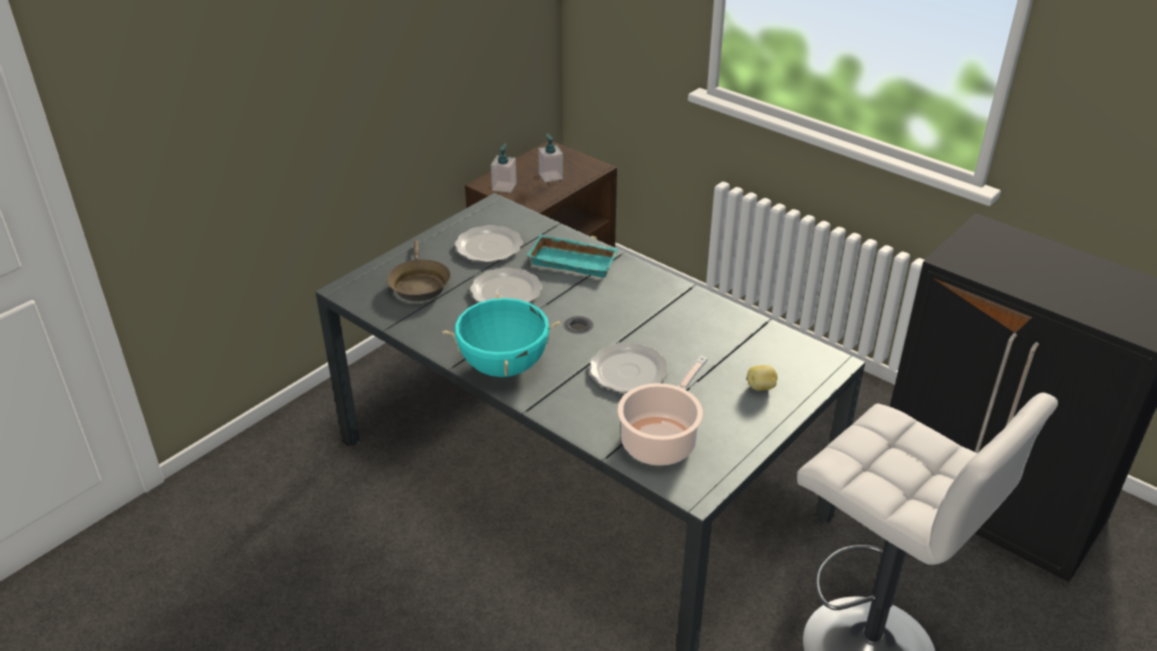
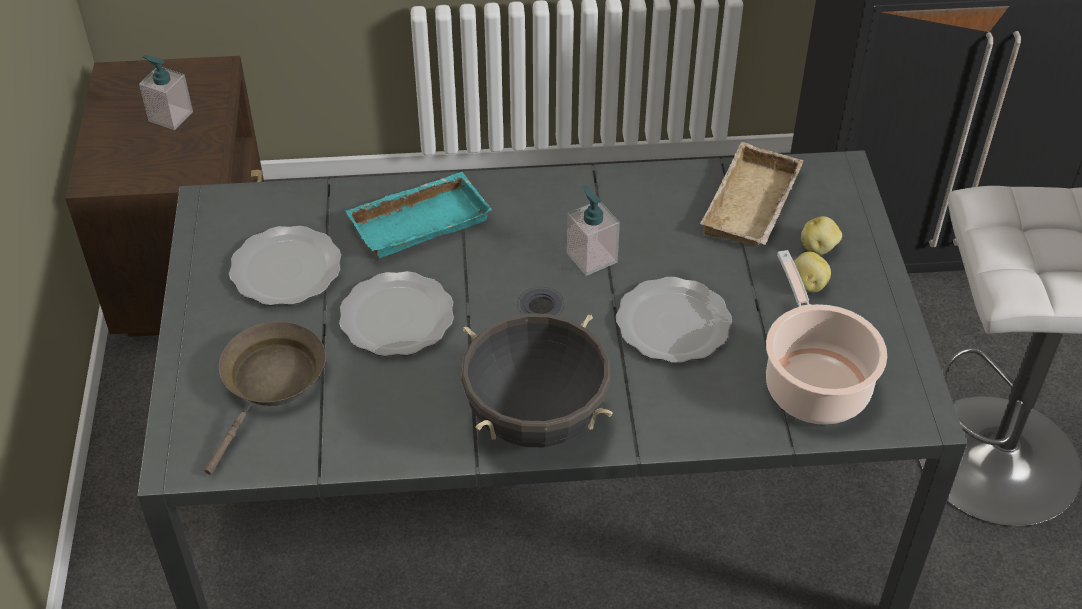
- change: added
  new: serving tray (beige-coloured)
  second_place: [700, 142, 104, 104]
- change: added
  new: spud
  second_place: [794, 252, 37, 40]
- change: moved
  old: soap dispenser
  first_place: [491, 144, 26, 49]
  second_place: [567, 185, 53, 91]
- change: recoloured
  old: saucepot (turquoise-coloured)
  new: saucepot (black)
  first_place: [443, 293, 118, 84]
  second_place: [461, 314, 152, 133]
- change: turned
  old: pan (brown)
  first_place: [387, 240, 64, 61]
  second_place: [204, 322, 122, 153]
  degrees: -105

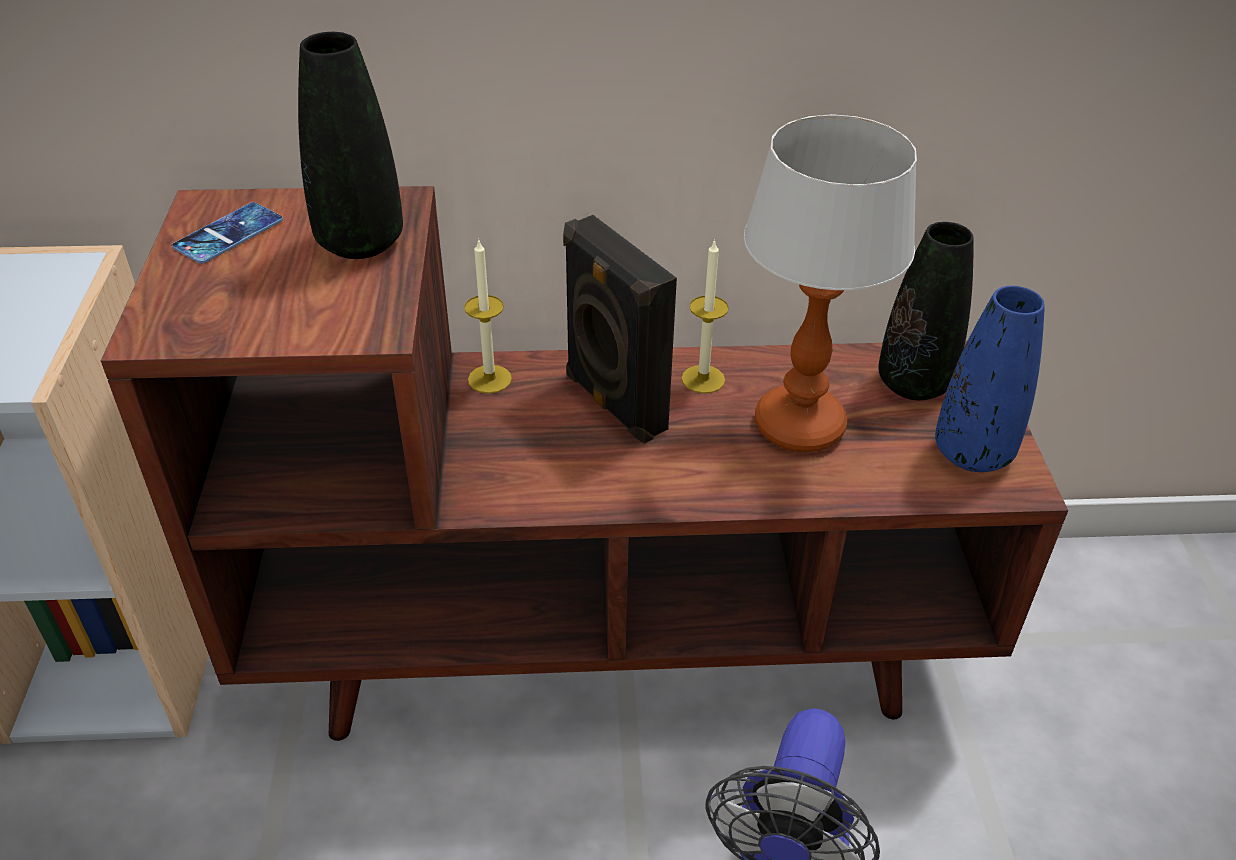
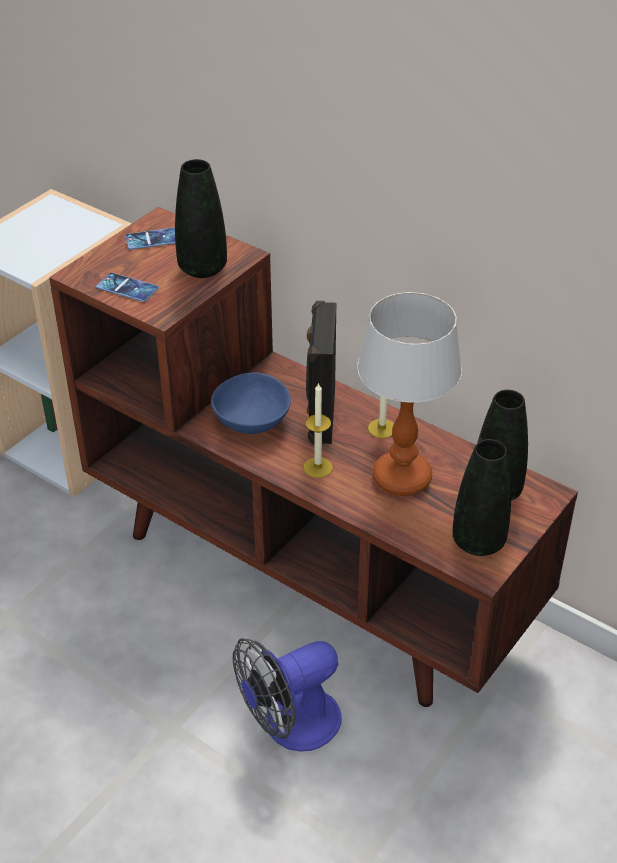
- change: added
  new: telephone
  second_place: [96, 273, 63, 29]
- change: added
  new: bowl (blue)
  second_place: [211, 372, 80, 62]
- change: moved
  old: candle
  first_place: [464, 238, 48, 156]
  second_place: [303, 382, 30, 96]
- change: recoloured
  old: vase (blue)
  new: vase (black)
  first_place: [935, 286, 110, 186]
  second_place: [452, 439, 59, 117]

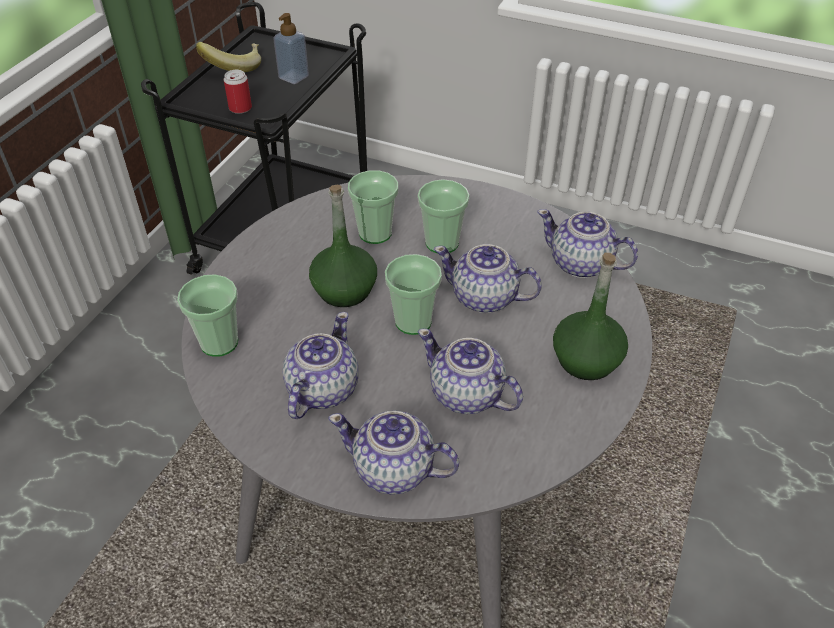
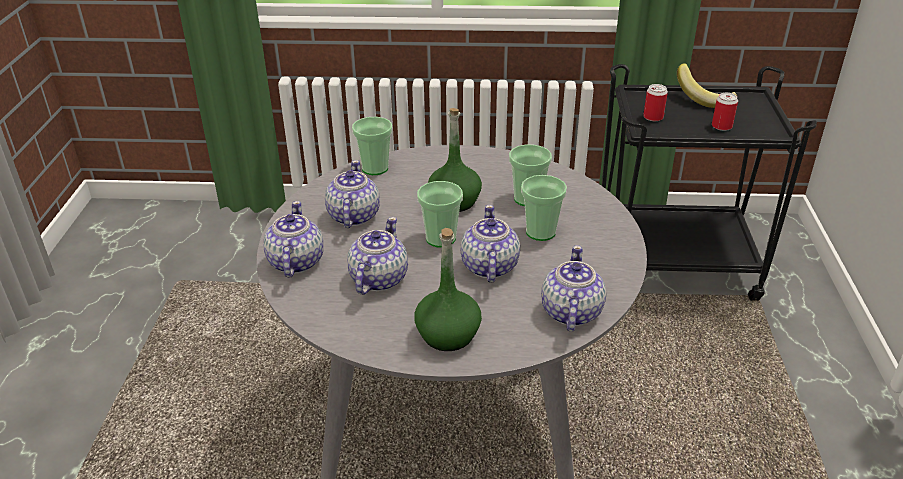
- change: replaced
  old: soap dispenser
  new: sealed can
  first_place: [273, 13, 36, 71]
  second_place: [712, 93, 26, 38]
- change: turned
  old: tea pot
  first_place: [283, 312, 75, 107]
  second_place: [325, 160, 55, 68]
  degrees: -90

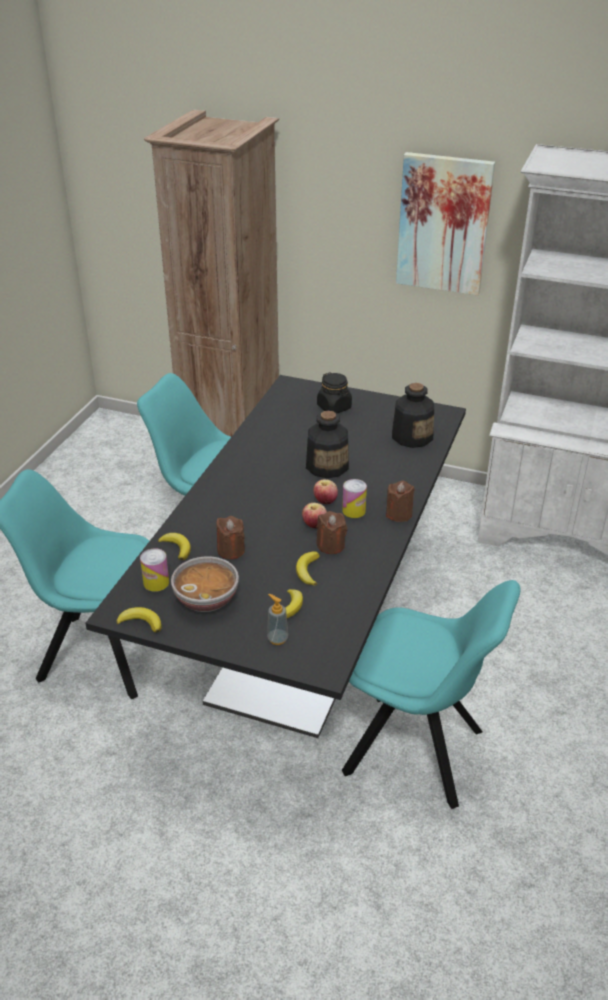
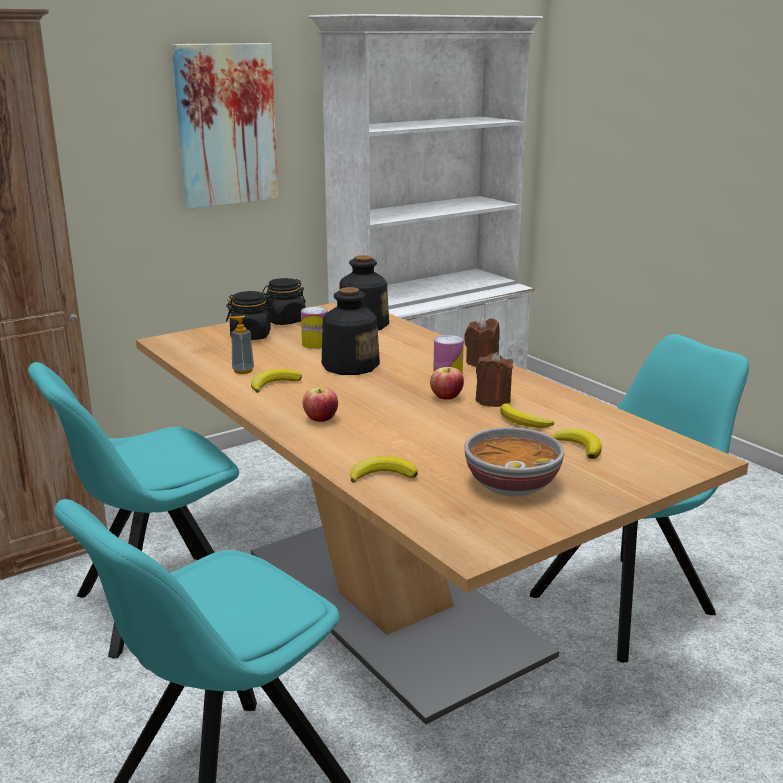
- change: removed
  old: candle (brown)
  first_place: [216, 516, 29, 43]
- change: added
  new: preserve jar (black)
  second_place: [262, 278, 44, 47]
- change: moved
  old: banana fruit
  first_place: [116, 607, 46, 26]
  second_place: [251, 369, 51, 24]
- change: moved
  old: sealed can
  first_place: [140, 548, 29, 44]
  second_place: [301, 307, 27, 42]
- change: moved
  old: soap dispenser
  first_place: [267, 594, 21, 51]
  second_place: [228, 316, 26, 58]
- change: moved
  old: apple
  first_place: [313, 479, 25, 25]
  second_place: [302, 387, 36, 35]
- change: recoloured
  old: dining table (black)
  new: dining table (beige-coloured)
  first_place: [85, 375, 381, 363]
  second_place: [136, 302, 613, 422]

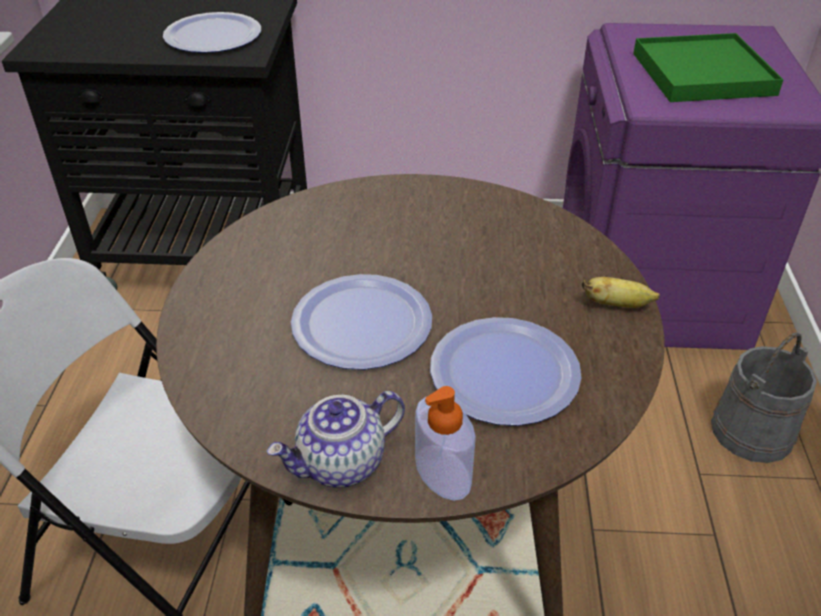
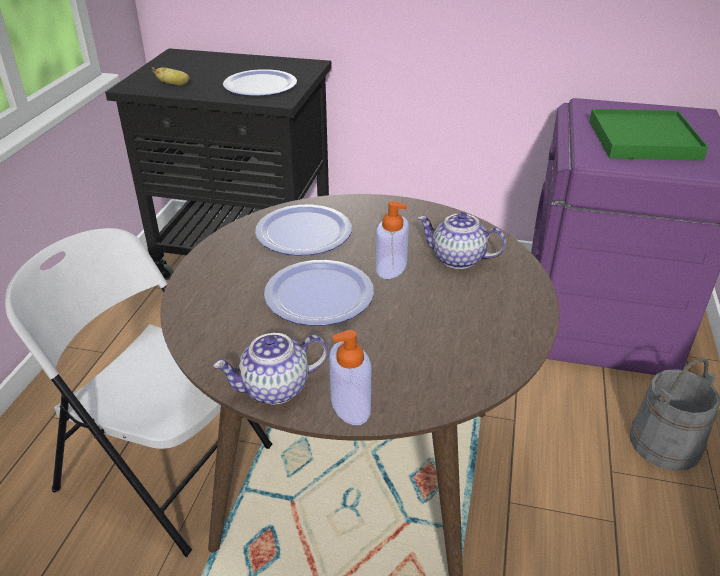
- change: added
  new: soap dispenser
  second_place: [376, 201, 33, 78]
- change: added
  new: tea pot
  second_place: [418, 212, 88, 57]
- change: moved
  old: dinner plate
  first_place: [430, 317, 152, 109]
  second_place: [255, 205, 97, 50]
- change: moved
  old: banana fruit
  first_place: [582, 277, 78, 31]
  second_place: [152, 67, 38, 18]

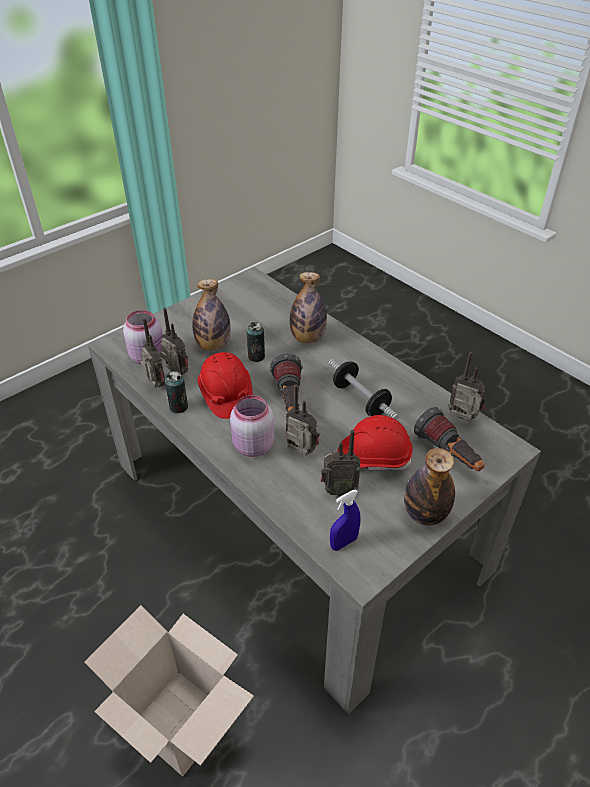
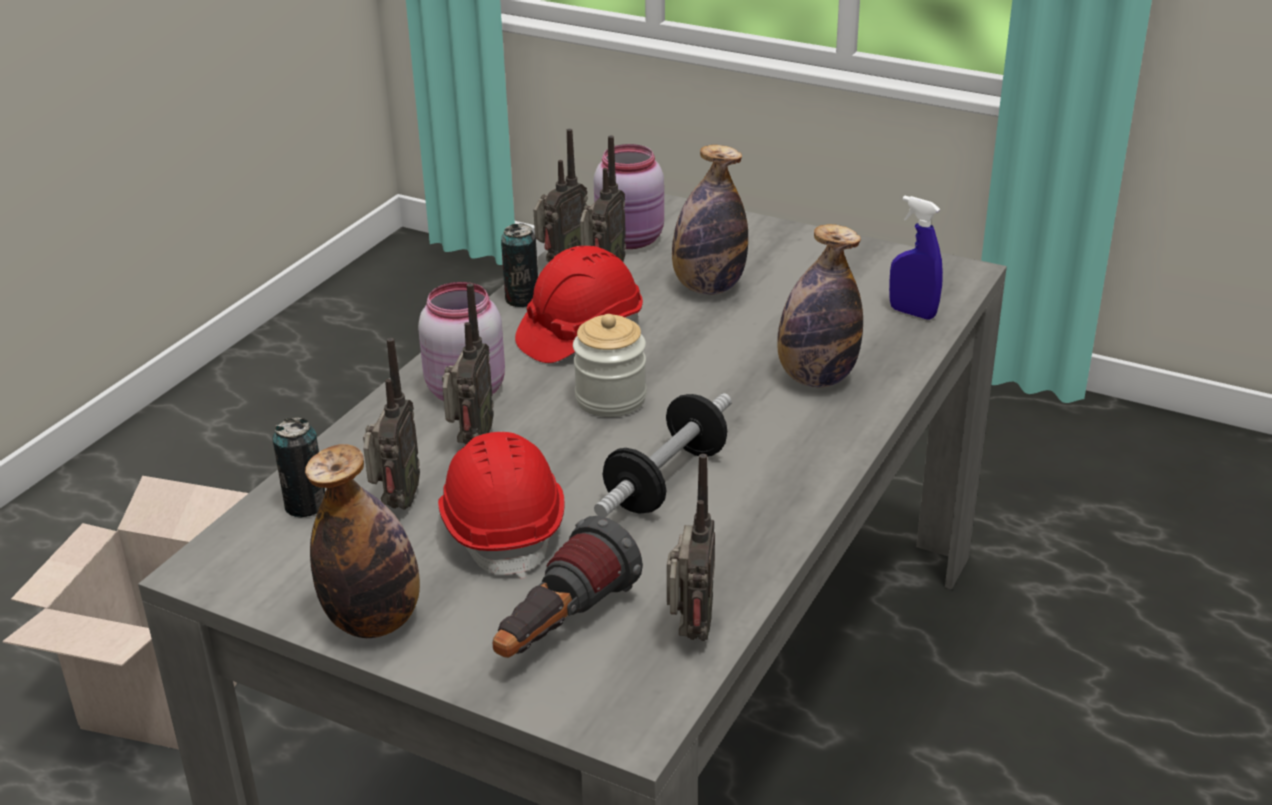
- change: moved
  old: sealed can
  first_place: [247, 322, 18, 40]
  second_place: [273, 418, 52, 100]
- change: moved
  old: sprayer (blue)
  first_place: [330, 489, 30, 62]
  second_place: [889, 195, 54, 125]
- change: replaced
  old: torch
  new: preserve jar
  first_place: [270, 354, 33, 58]
  second_place: [573, 314, 73, 103]
- change: turned
  old: radio receiver
  first_place: [321, 430, 40, 67]
  second_place: [363, 338, 57, 171]
  degrees: -150

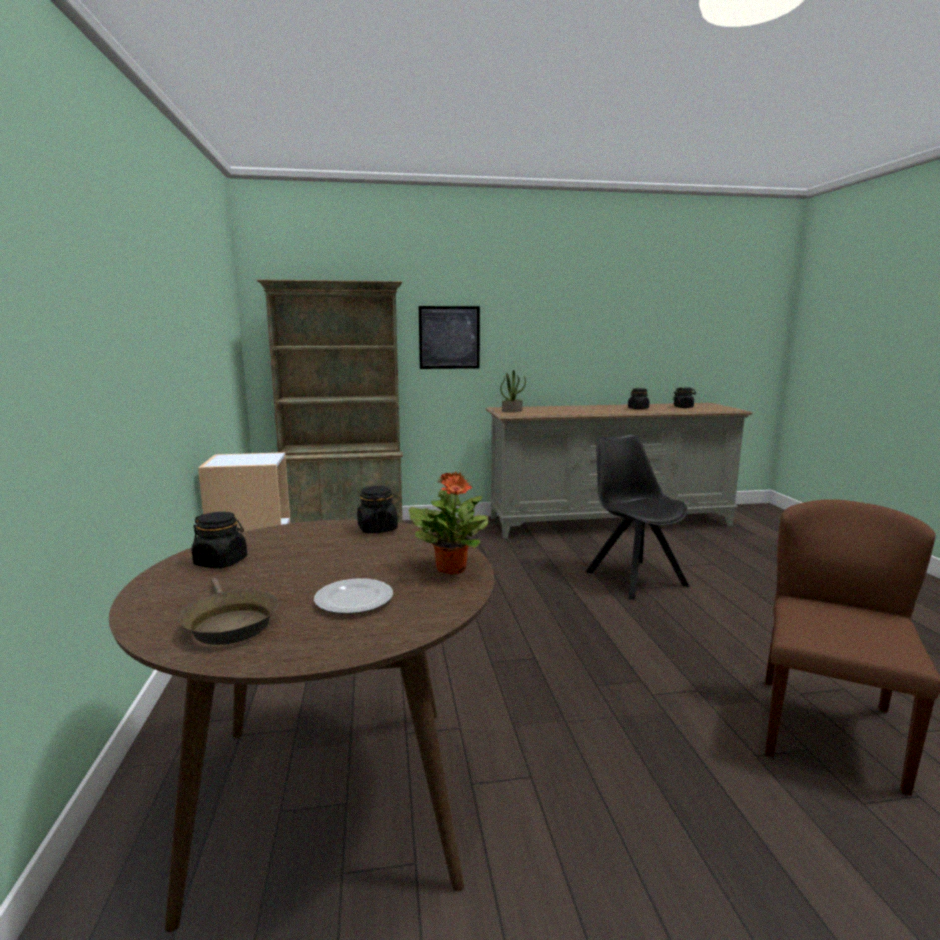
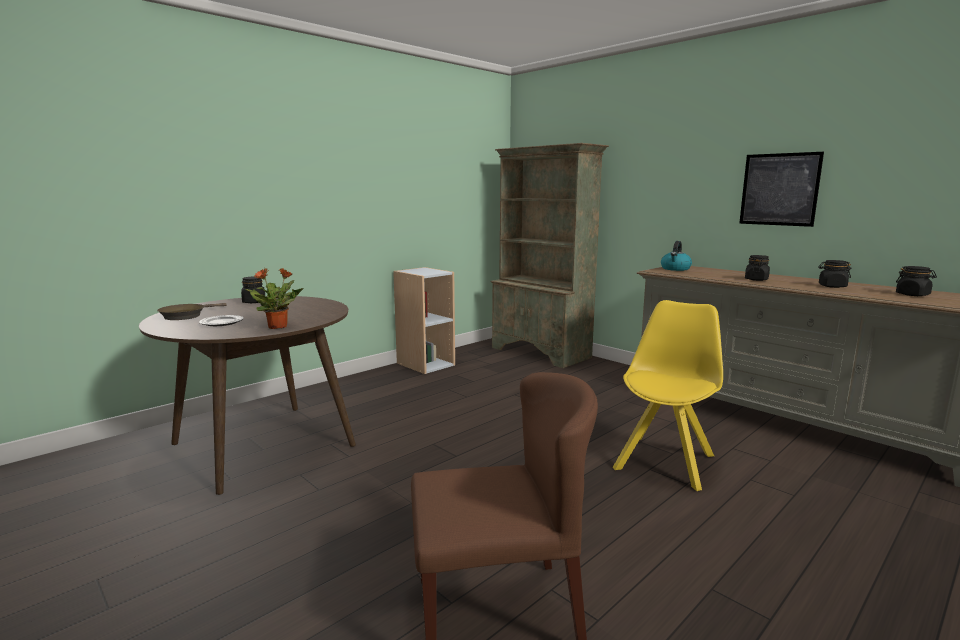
- change: moved
  old: preserve jar (black)
  first_place: [357, 486, 41, 47]
  second_place: [745, 255, 25, 26]
- change: moved
  old: picture
  first_place: [419, 306, 61, 63]
  second_place: [739, 152, 85, 75]
- change: replaced
  old: potted plant
  new: kettle
  first_place: [500, 370, 26, 42]
  second_place: [661, 241, 31, 30]
- change: recoloured
  old: chair (black)
  new: chair (yellow)
  first_place: [586, 434, 104, 166]
  second_place: [613, 300, 110, 191]

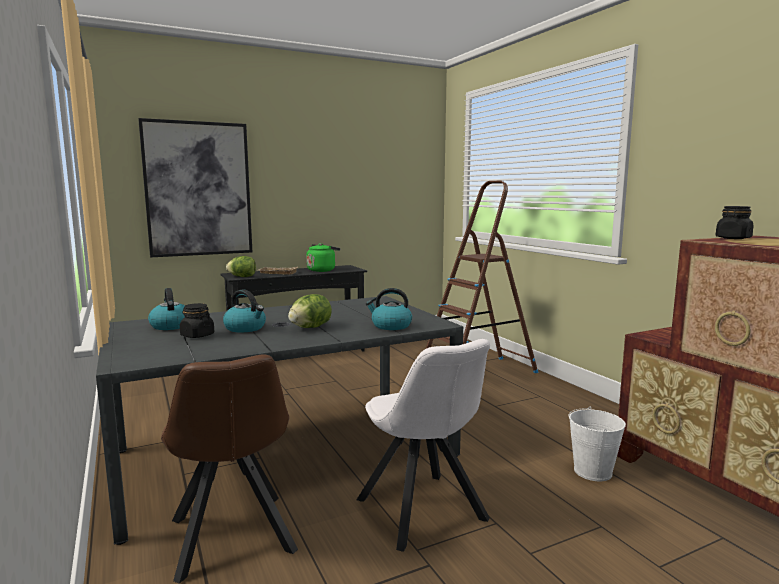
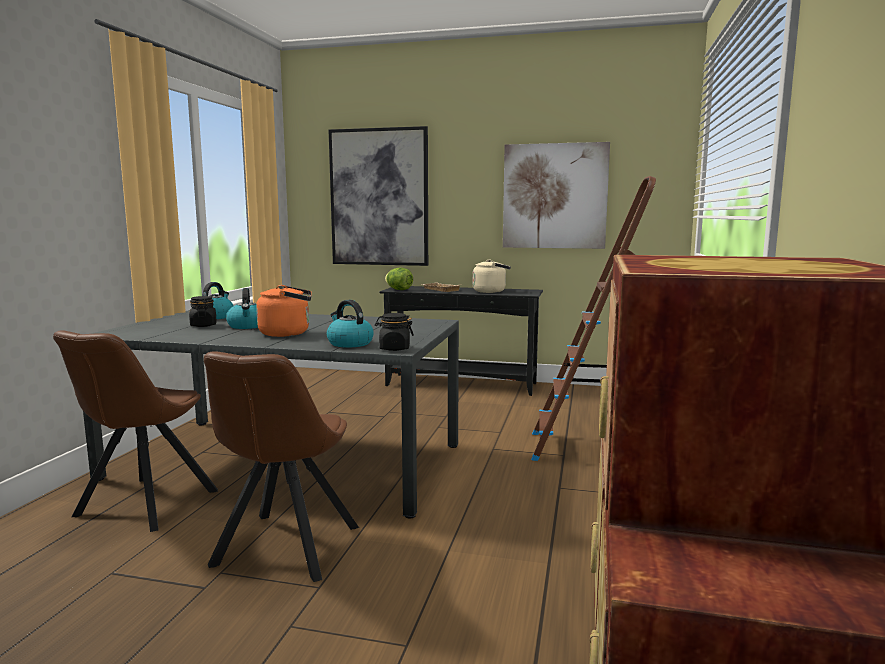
- change: removed
  old: pail (white-coloured)
  first_place: [569, 407, 57, 74]
- change: added
  new: picture
  second_place: [503, 142, 107, 107]
- change: moved
  old: preserve jar (black)
  first_place: [716, 206, 38, 33]
  second_place: [375, 313, 39, 38]
- change: replaced
  old: lettuce head
  new: kettle (orange-coloured)
  first_place: [288, 294, 44, 34]
  second_place: [256, 285, 56, 52]
- change: recoloured
  old: kettle (green-coloured)
  new: kettle (beige-coloured)
  first_place: [307, 243, 33, 29]
  second_place: [473, 259, 38, 34]
- change: recoloured
  old: chair (white-coloured)
  new: chair (brown)
  first_place: [357, 339, 133, 213]
  second_place: [204, 351, 155, 231]

